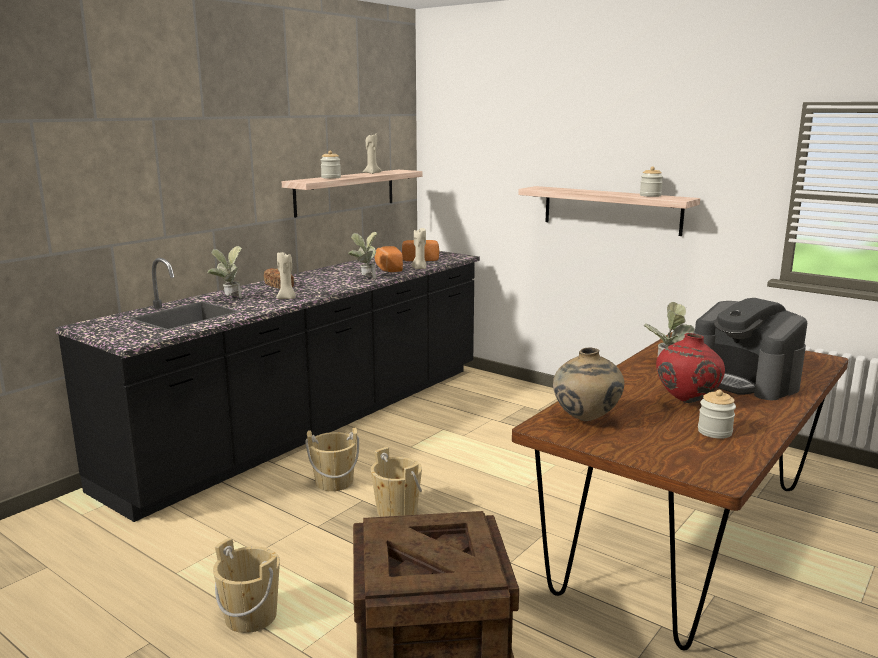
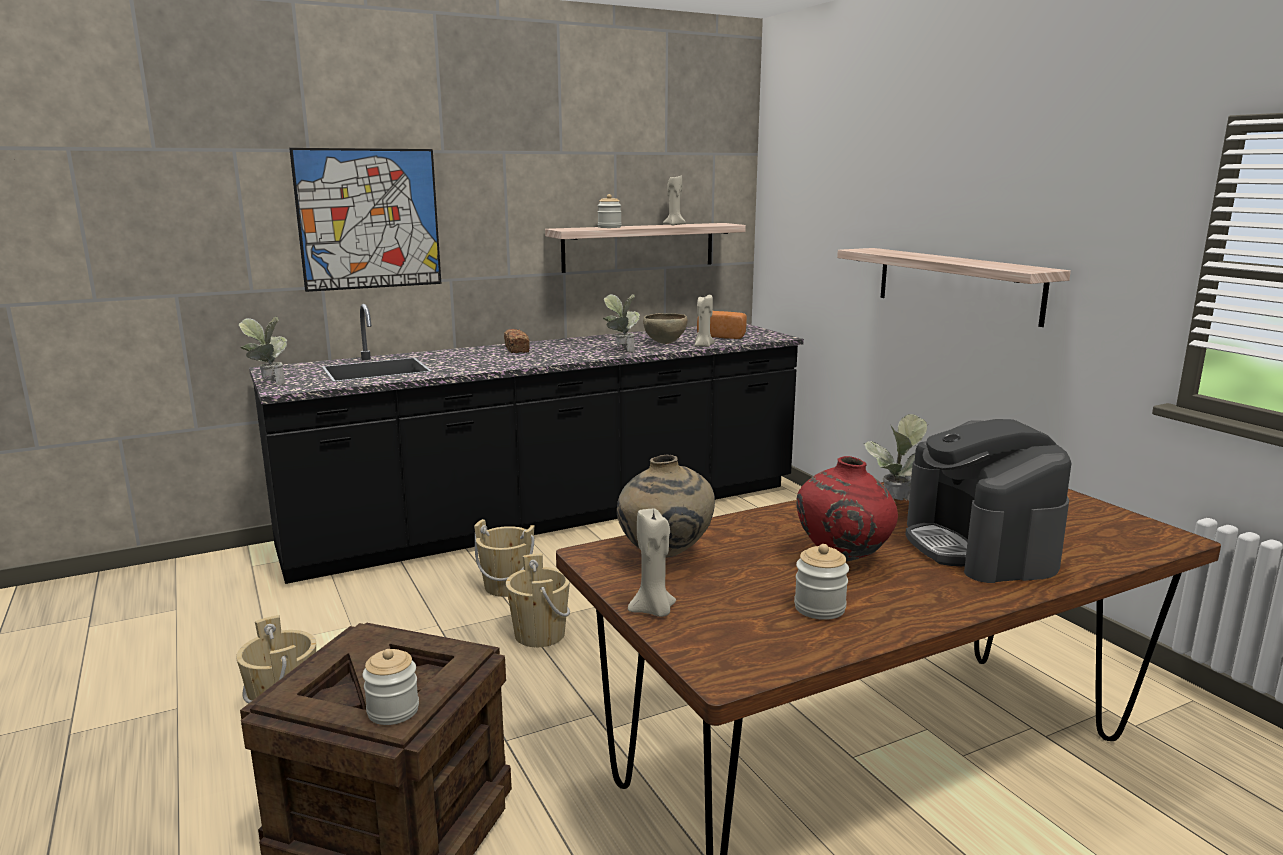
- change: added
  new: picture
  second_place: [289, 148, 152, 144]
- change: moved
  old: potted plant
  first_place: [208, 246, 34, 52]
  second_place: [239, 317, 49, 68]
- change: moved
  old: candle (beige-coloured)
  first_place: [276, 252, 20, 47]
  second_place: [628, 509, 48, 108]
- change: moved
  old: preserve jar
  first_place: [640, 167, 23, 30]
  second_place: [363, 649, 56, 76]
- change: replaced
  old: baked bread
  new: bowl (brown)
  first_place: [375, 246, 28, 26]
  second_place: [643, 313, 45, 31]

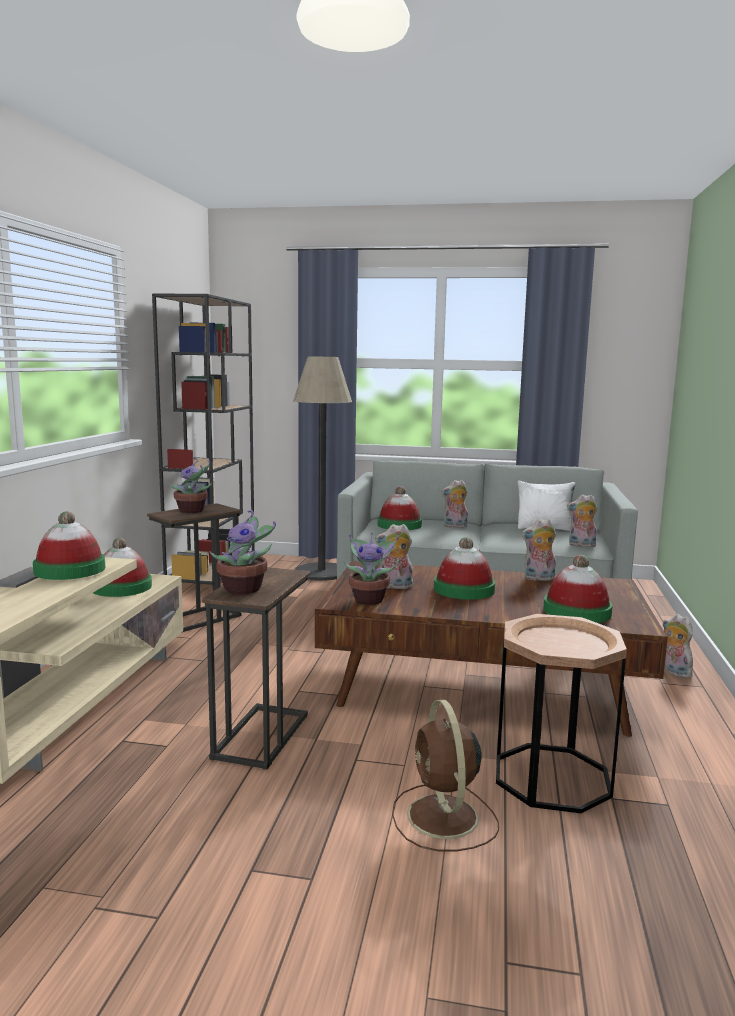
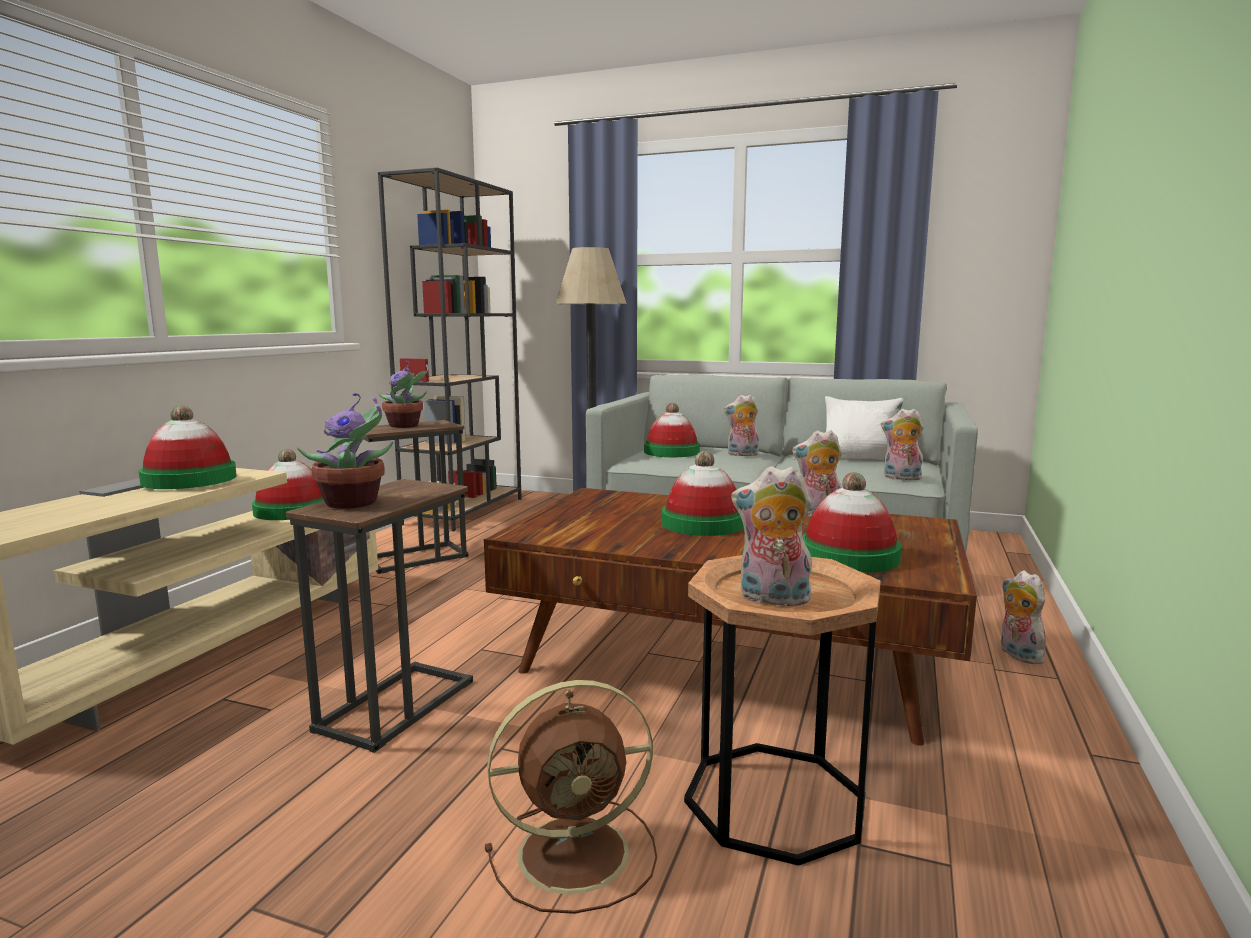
- change: removed
  old: potted plant
  first_place: [343, 533, 56, 72]
- change: moved
  old: cuddly toy
  first_place: [375, 524, 38, 65]
  second_place: [731, 466, 81, 140]
- change: turned
  old: fan (brown)
  first_place: [392, 700, 107, 151]
  second_place: [485, 680, 172, 234]
  degrees: -105

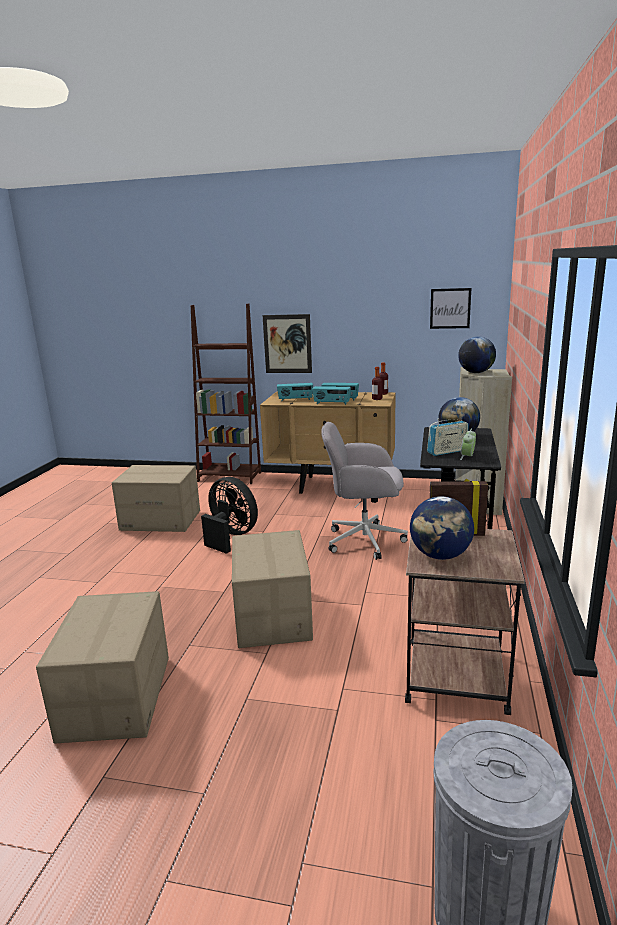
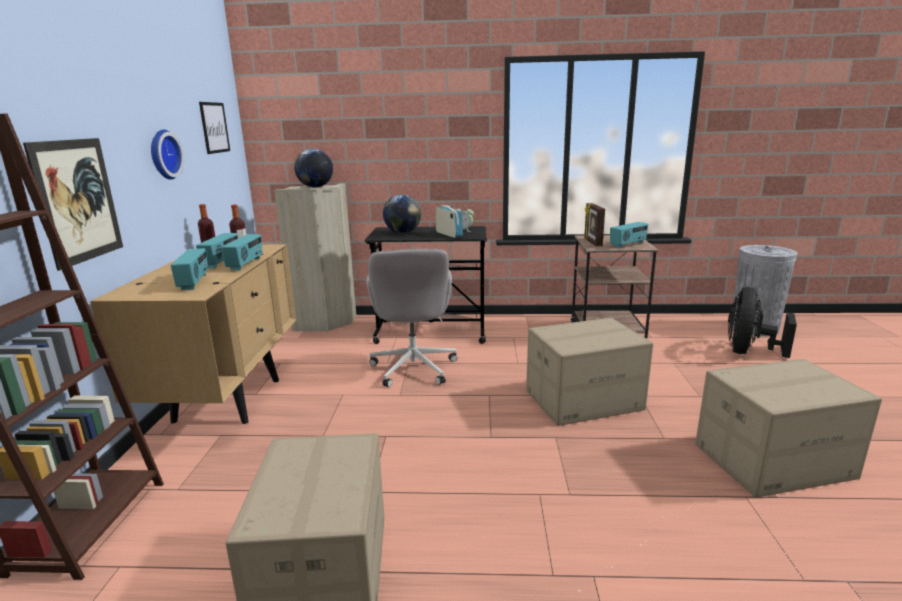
- change: added
  new: wall clock
  second_place: [151, 129, 33, 51]
- change: moved
  old: fan (black)
  first_place: [201, 477, 57, 77]
  second_place: [728, 287, 69, 71]
- change: replaced
  old: desk globe
  new: radio receiver
  first_place: [410, 496, 64, 64]
  second_place: [610, 222, 38, 26]

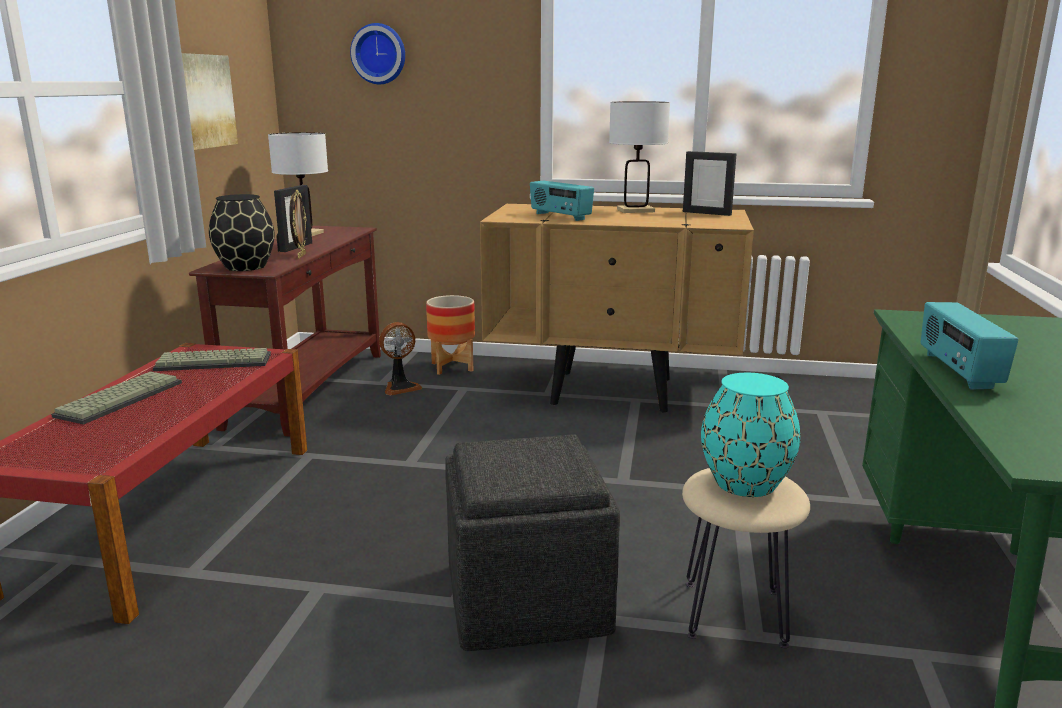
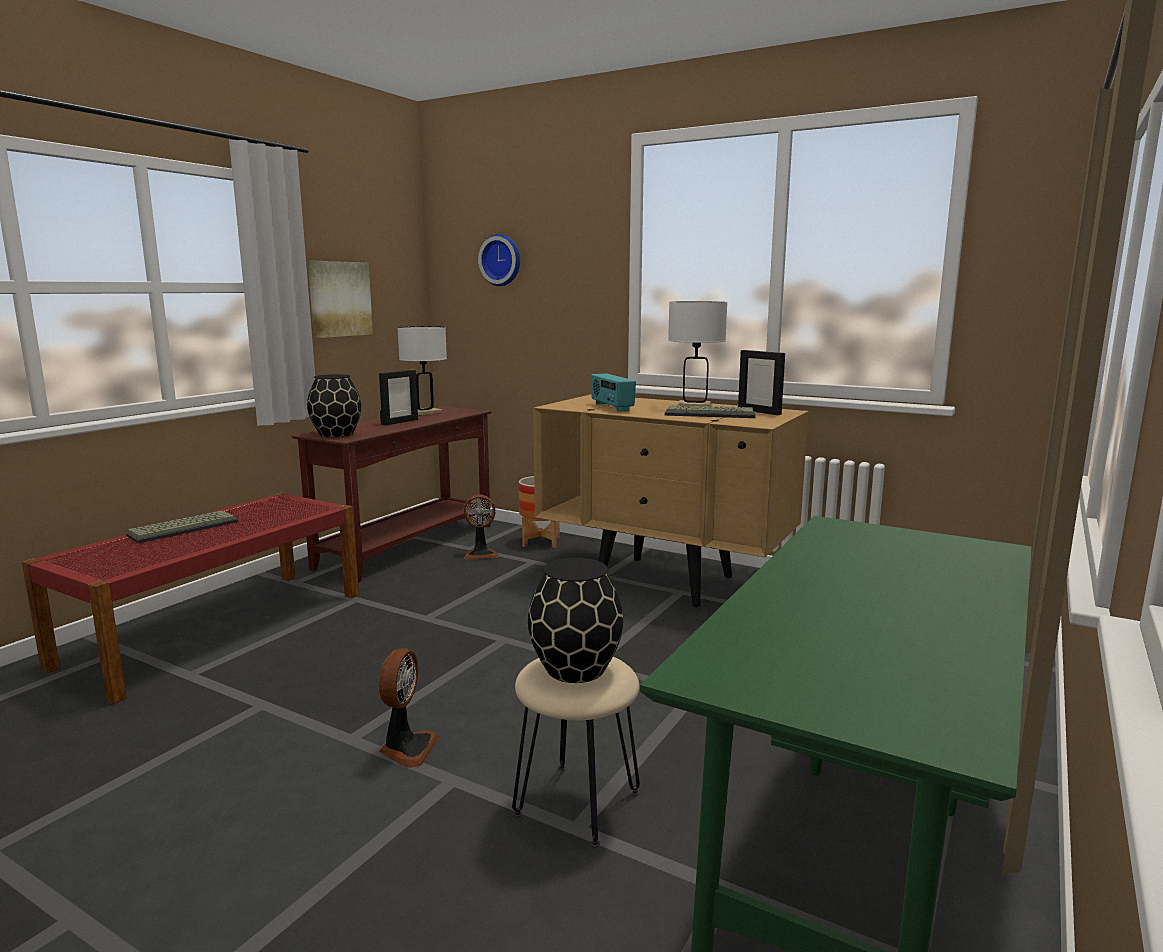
- change: removed
  old: standing frame
  first_place: [290, 190, 16, 68]
- change: removed
  old: radio receiver
  first_place: [921, 302, 97, 88]
- change: moved
  old: computer keyboard
  first_place: [153, 348, 118, 23]
  second_place: [665, 405, 91, 13]
- change: replaced
  old: ottoman (greyish)
  new: fan
  first_place: [445, 434, 175, 217]
  second_place: [379, 648, 61, 120]
- change: recoloured
  old: vase (turquoise-coloured)
  new: vase (black)
  first_place: [701, 373, 100, 124]
  second_place: [528, 558, 95, 125]

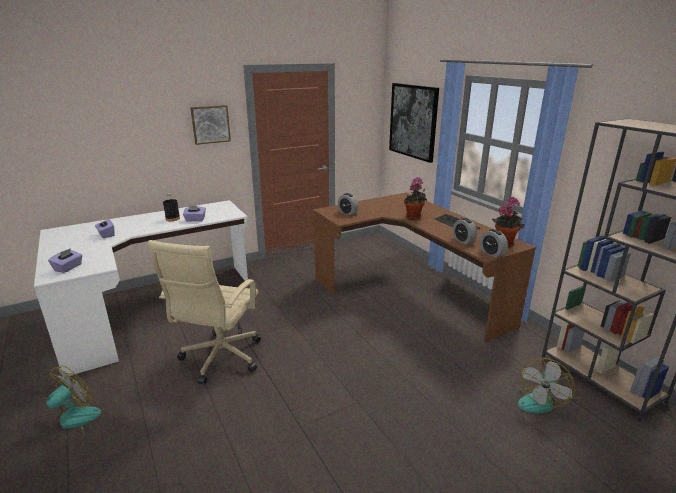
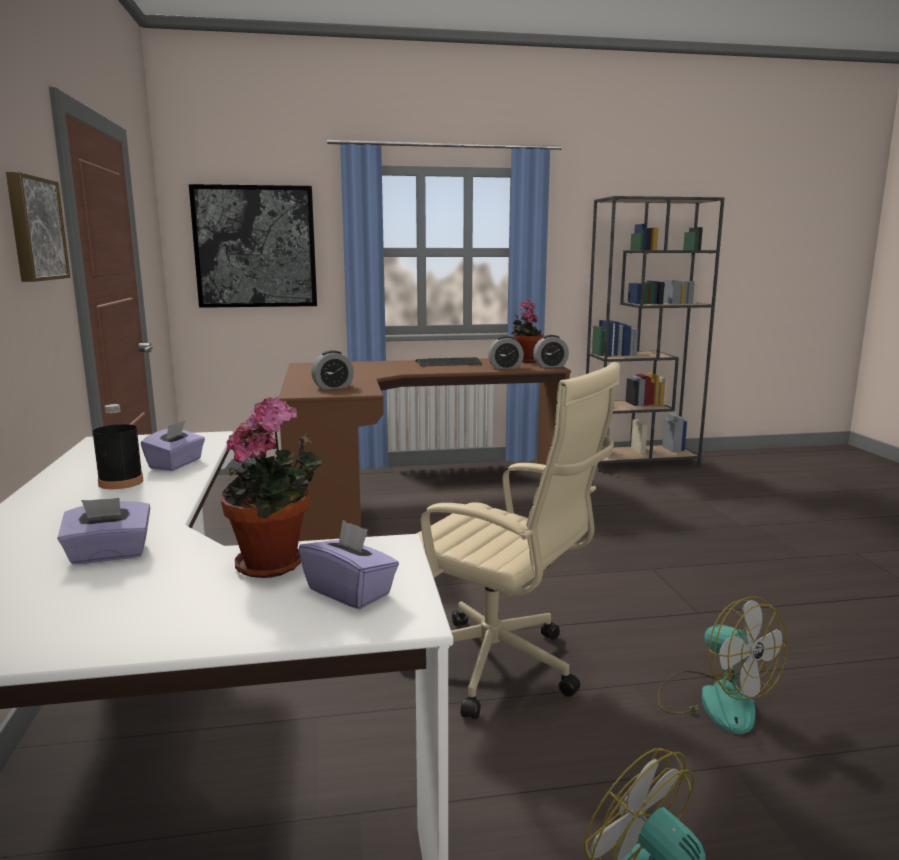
- change: moved
  old: potted plant
  first_place: [404, 177, 23, 43]
  second_place: [221, 396, 101, 182]
- change: moved
  old: fan
  first_place: [513, 358, 62, 55]
  second_place: [657, 596, 131, 138]

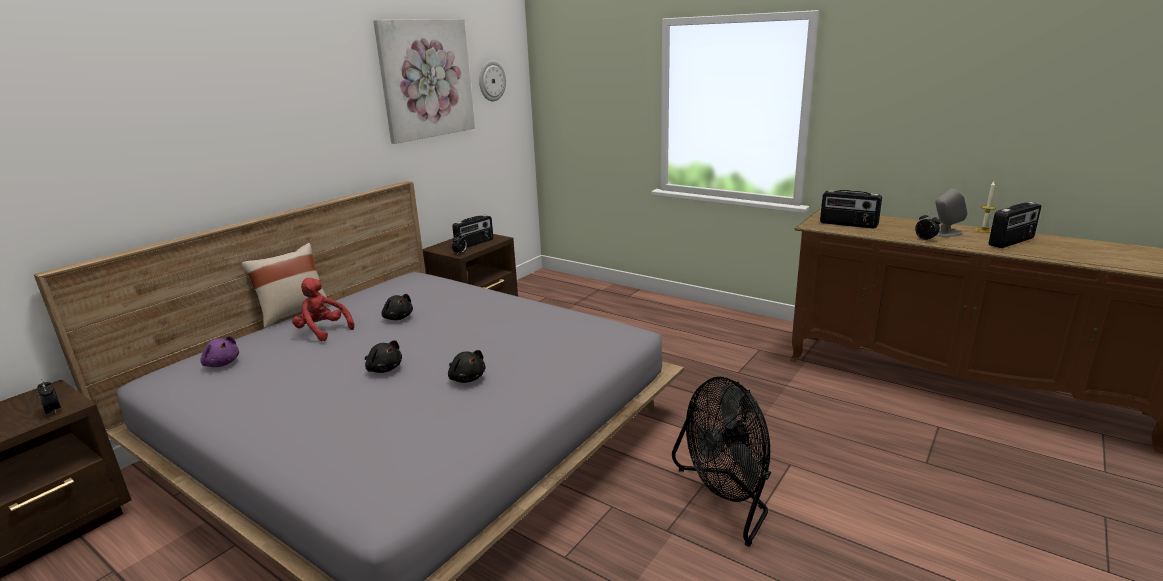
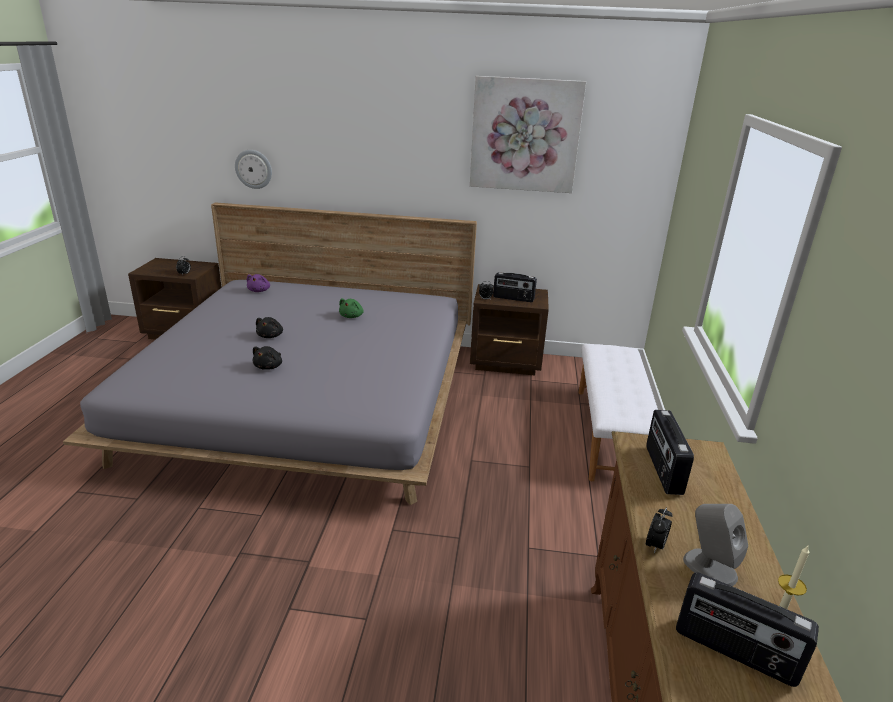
- change: removed
  old: cushion (beige-coloured)
  first_place: [242, 243, 89, 85]
- change: removed
  old: cuddly toy (reddish)
  first_place: [292, 278, 62, 63]
- change: removed
  old: fan (black)
  first_place: [672, 377, 99, 170]
- change: added
  new: indoor bench (white-coloured)
  second_place: [578, 344, 80, 137]
- change: moved
  old: wall clock
  first_place: [479, 61, 27, 40]
  second_place: [235, 150, 37, 39]
- change: recoloured
  old: cuddly toy (black)
  new: cuddly toy (green-coloured)
  first_place: [382, 294, 31, 26]
  second_place: [339, 298, 25, 20]

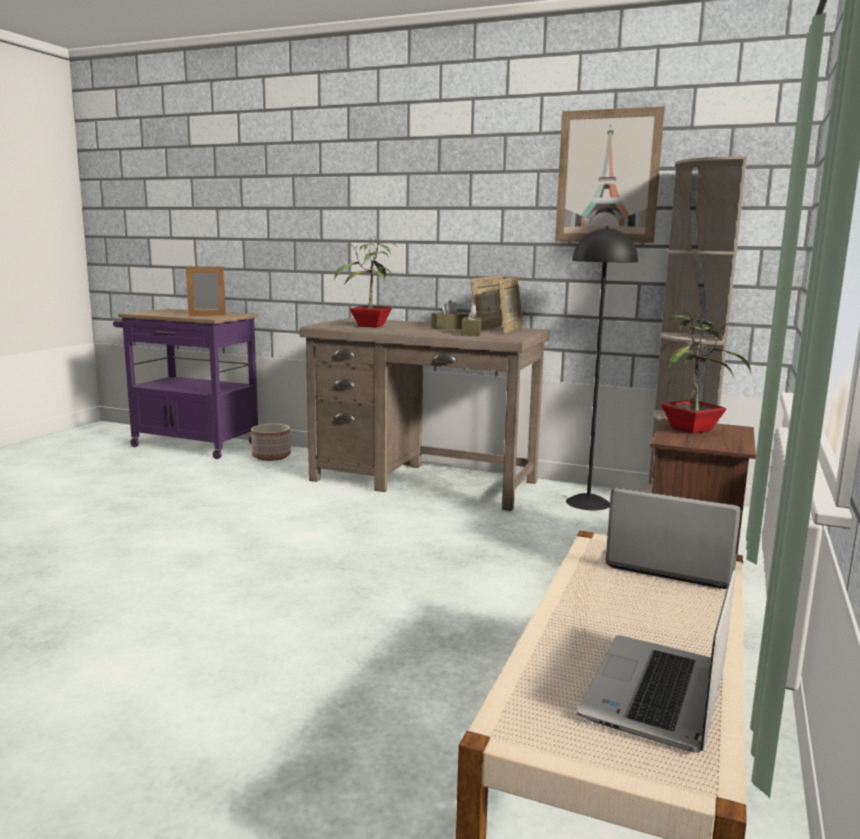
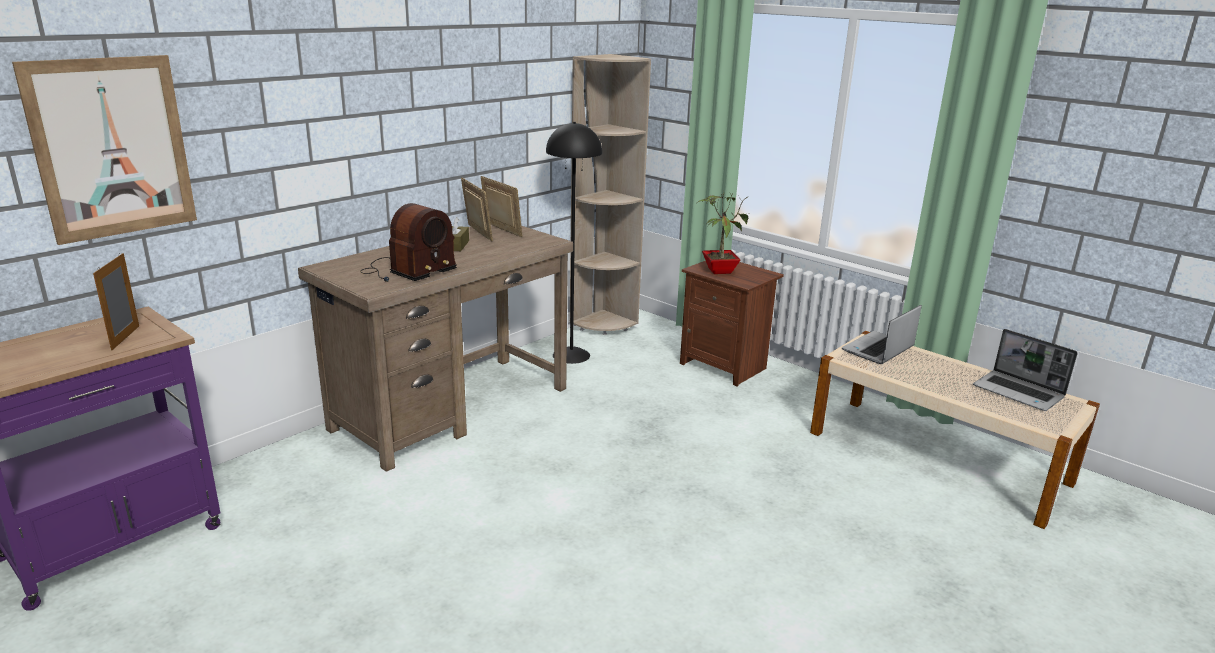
- change: removed
  old: planter
  first_place: [251, 424, 40, 37]
- change: removed
  old: tissue holder (brown)
  first_place: [461, 304, 21, 32]
- change: moved
  old: picture
  first_place: [555, 106, 110, 137]
  second_place: [12, 55, 185, 190]
- change: replaced
  old: potted plant
  new: radio receiver
  first_place: [334, 238, 63, 89]
  second_place: [360, 203, 97, 79]

